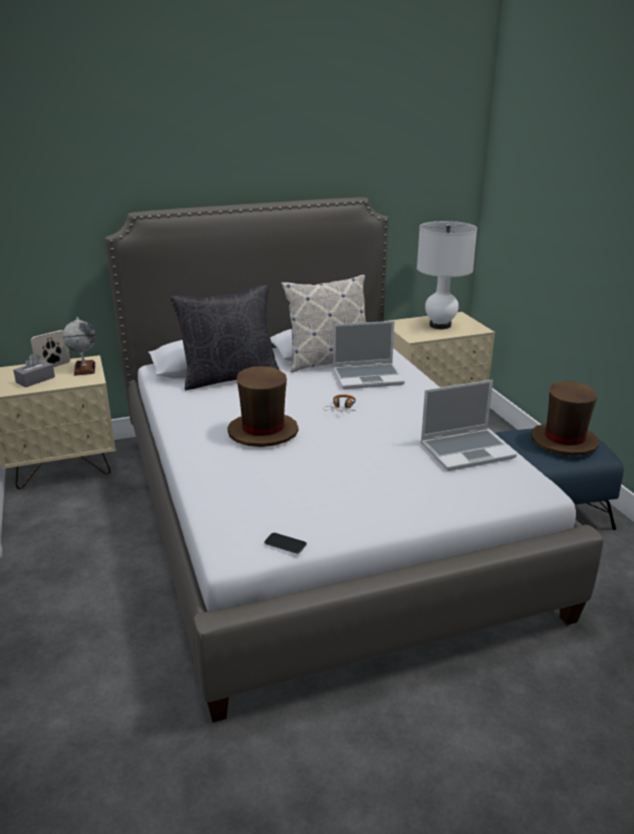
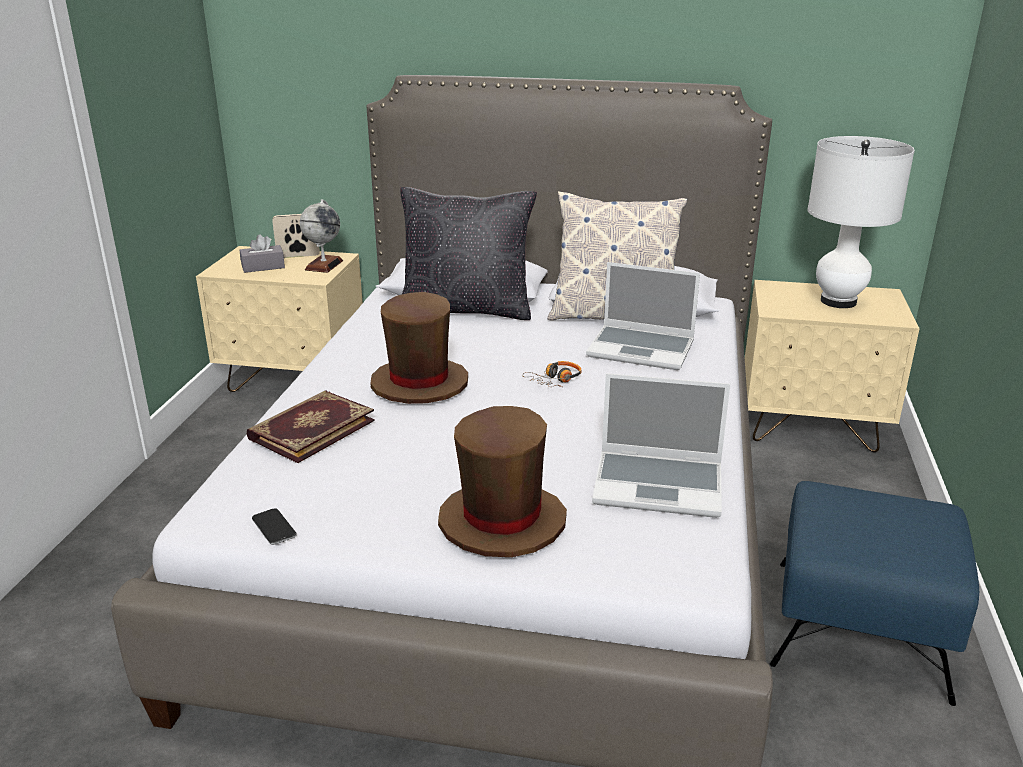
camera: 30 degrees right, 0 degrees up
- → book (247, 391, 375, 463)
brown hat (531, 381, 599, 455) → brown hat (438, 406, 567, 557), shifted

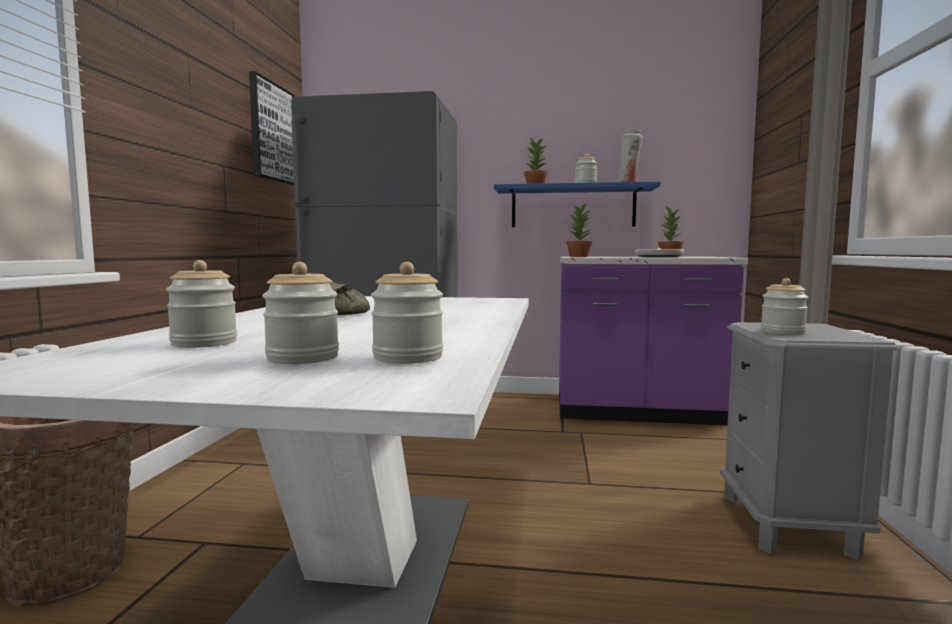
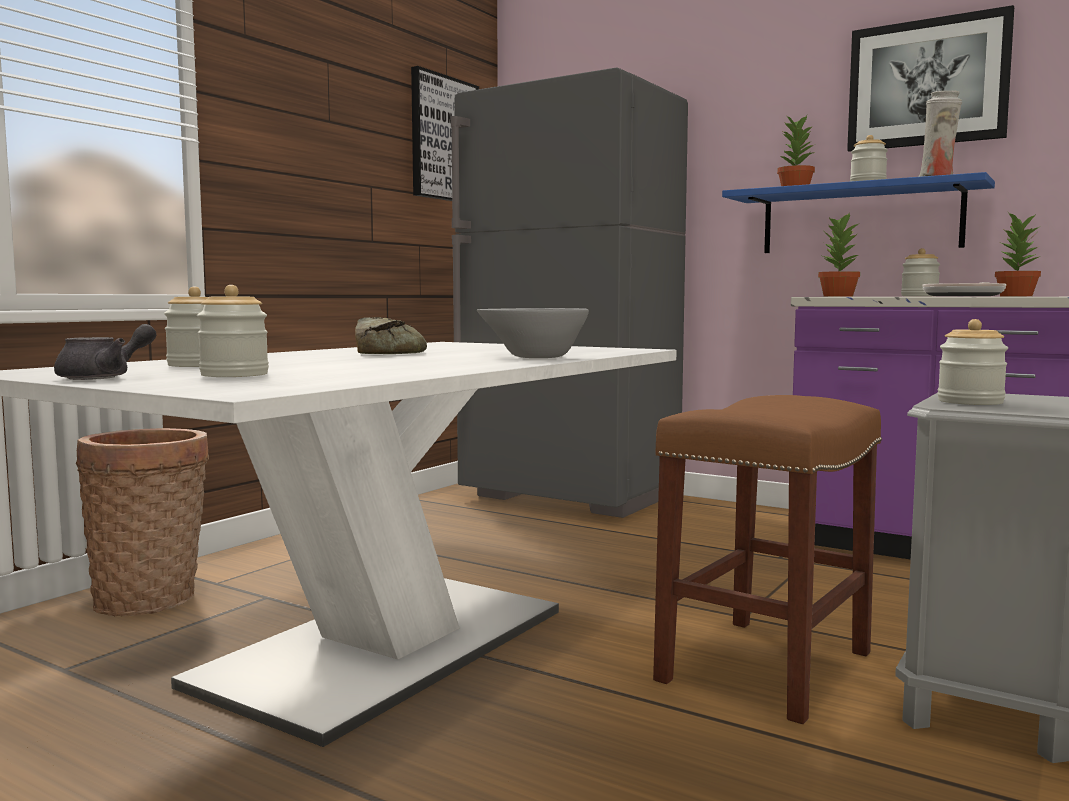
camera: 25 degrees right, 0 degrees up
- → grey teapot (54, 324, 157, 380)
- → grey bowl (477, 308, 589, 358)
- → brown stool (653, 395, 882, 724)
- → picture (847, 5, 1014, 152)
jar (371, 262, 443, 364) → jar (901, 248, 940, 296), shifted

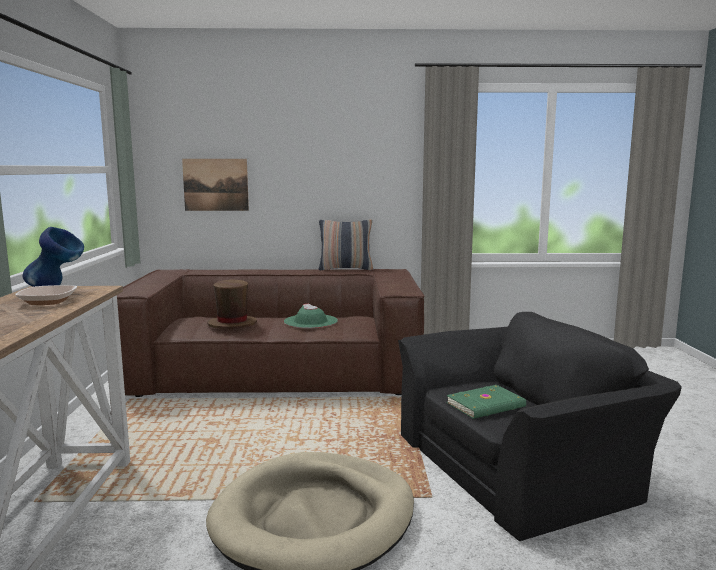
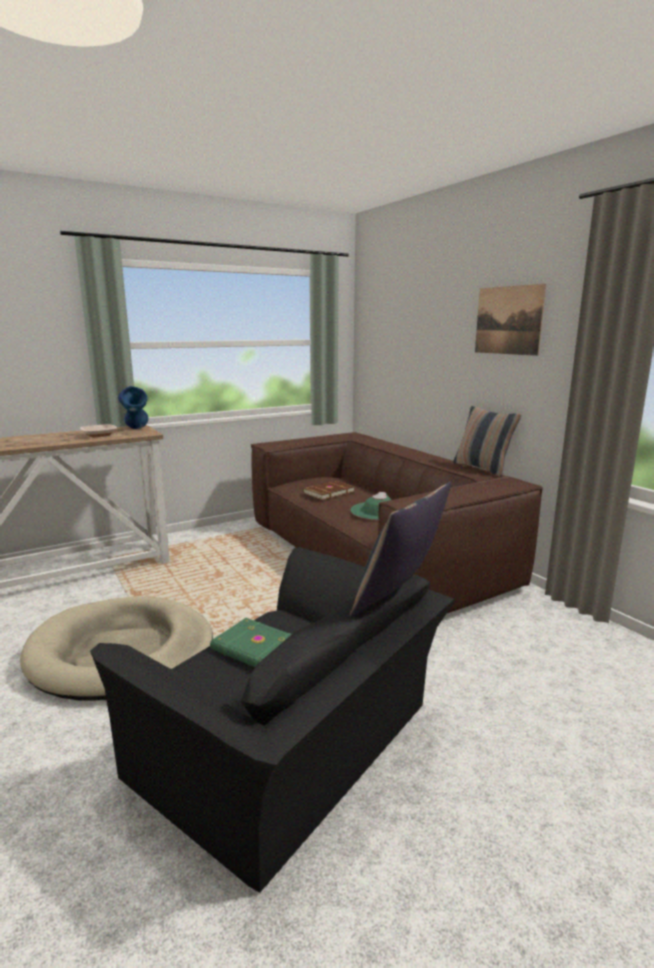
camera: 60 degrees right, 5 degrees up
brown hat (207, 279, 257, 329) → brown book (303, 481, 355, 500)
- → pillow (350, 482, 451, 618)
picture (182, 159, 249, 211) → picture (475, 284, 546, 356), shifted

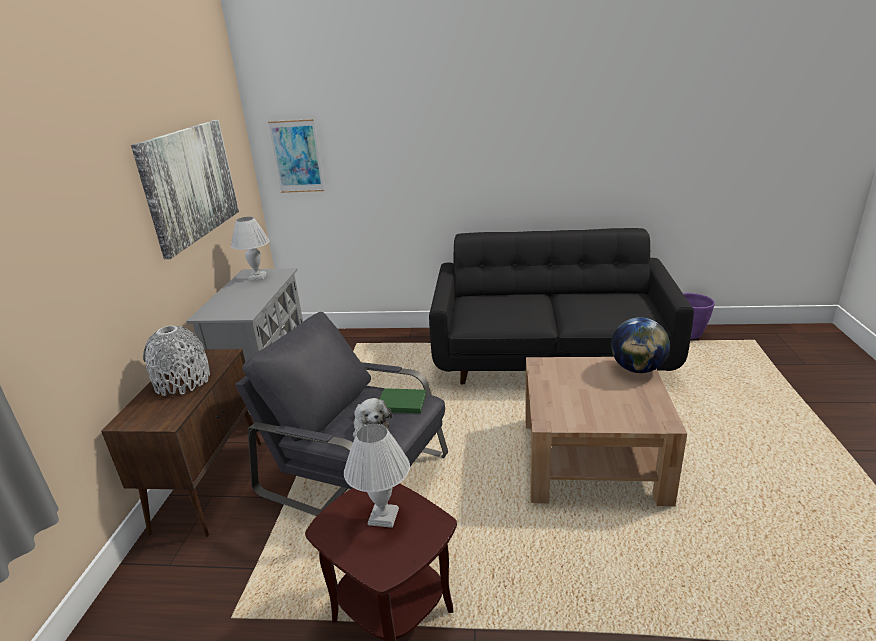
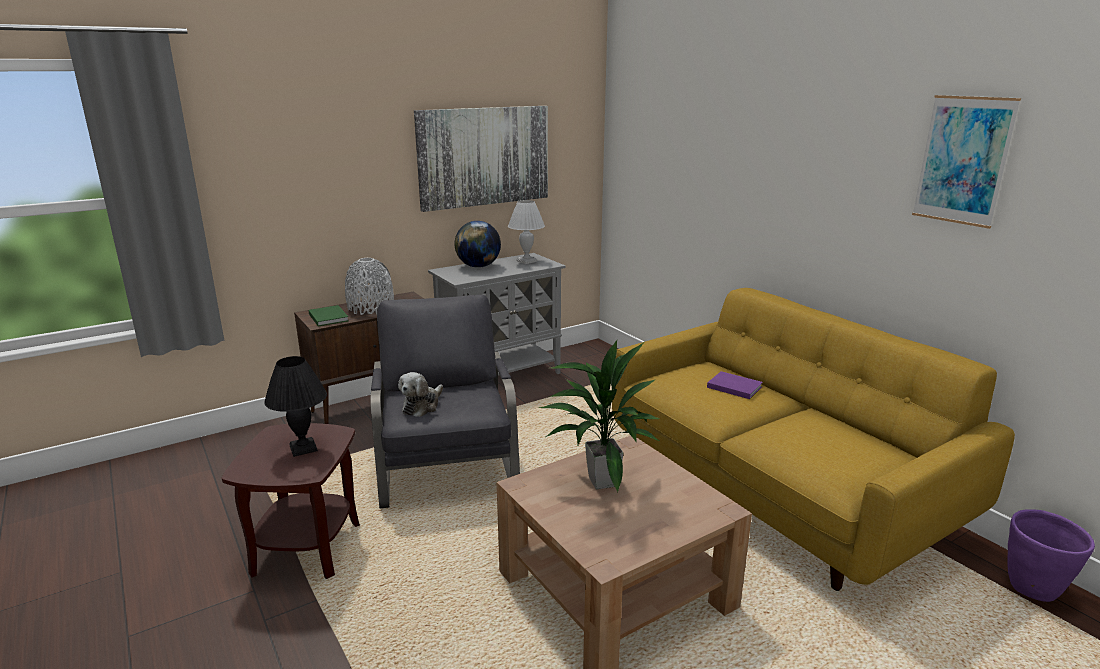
camera: 50 degrees right, 5 degrees down
white table lamp (344, 424, 410, 528) → black table lamp (264, 356, 327, 457)
green book (380, 388, 426, 413) → green book (309, 305, 349, 326), shifted
globe (611, 317, 670, 373) → globe (454, 221, 501, 268), shifted
- → potted plant (539, 340, 659, 493)
black sofa (429, 228, 694, 385) → yellow sofa (612, 288, 1015, 591)
- → purple book (707, 371, 763, 399)
picture (268, 119, 324, 193) → picture (912, 95, 1021, 229), shifted

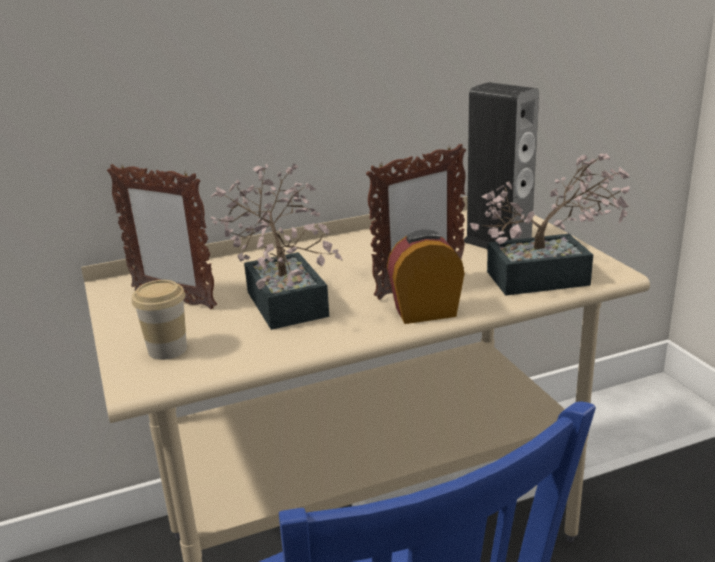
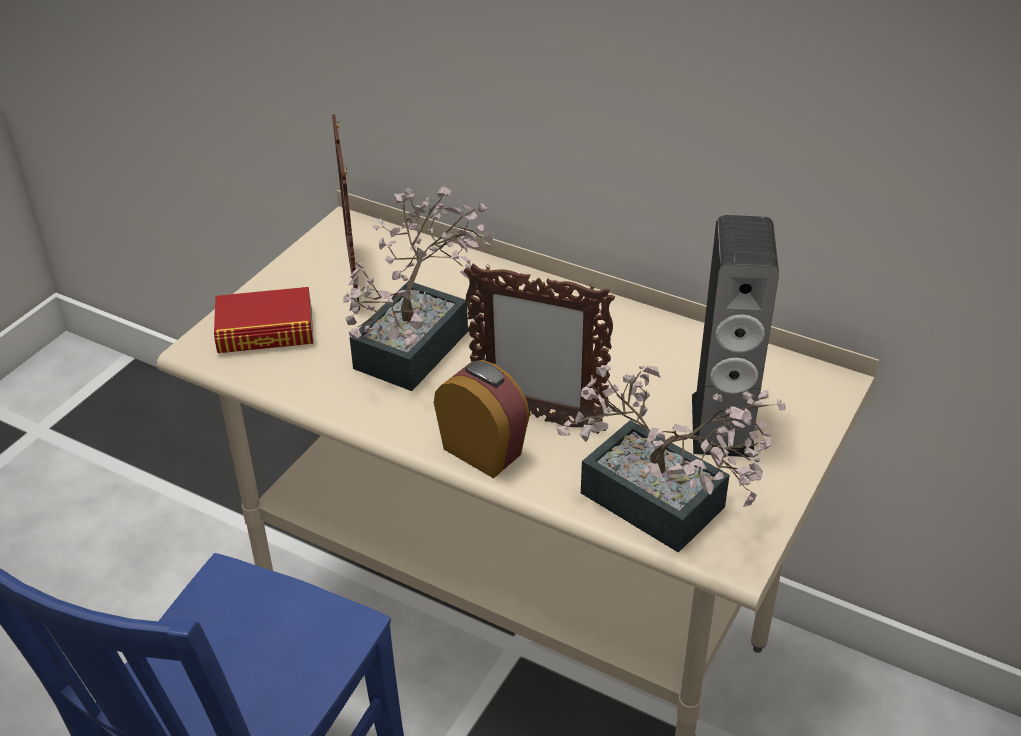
camera: 50 degrees right, 15 degrees up
cup (132, 280, 187, 360) → book (214, 287, 313, 353)

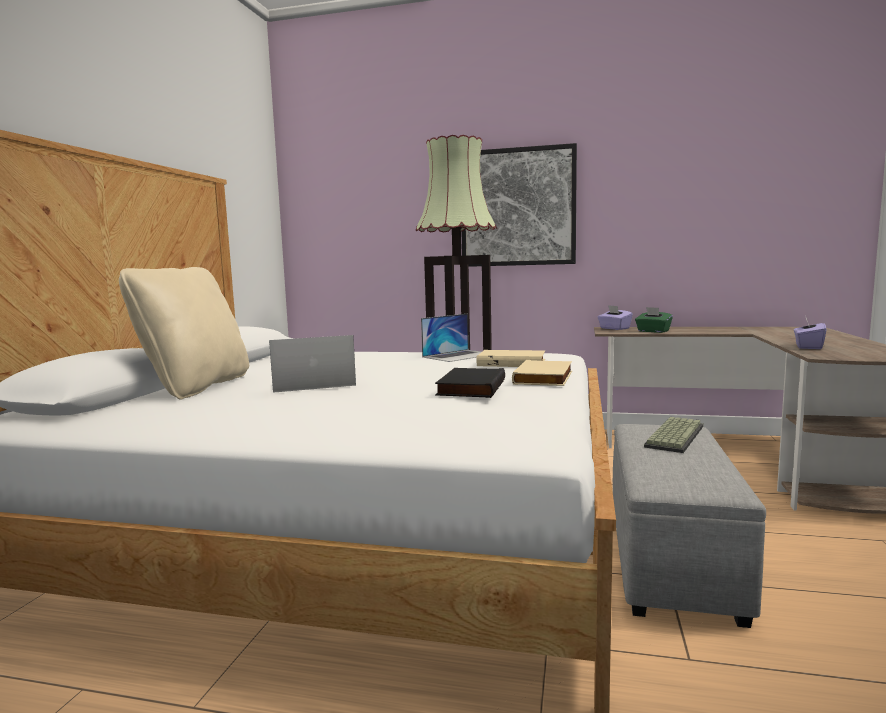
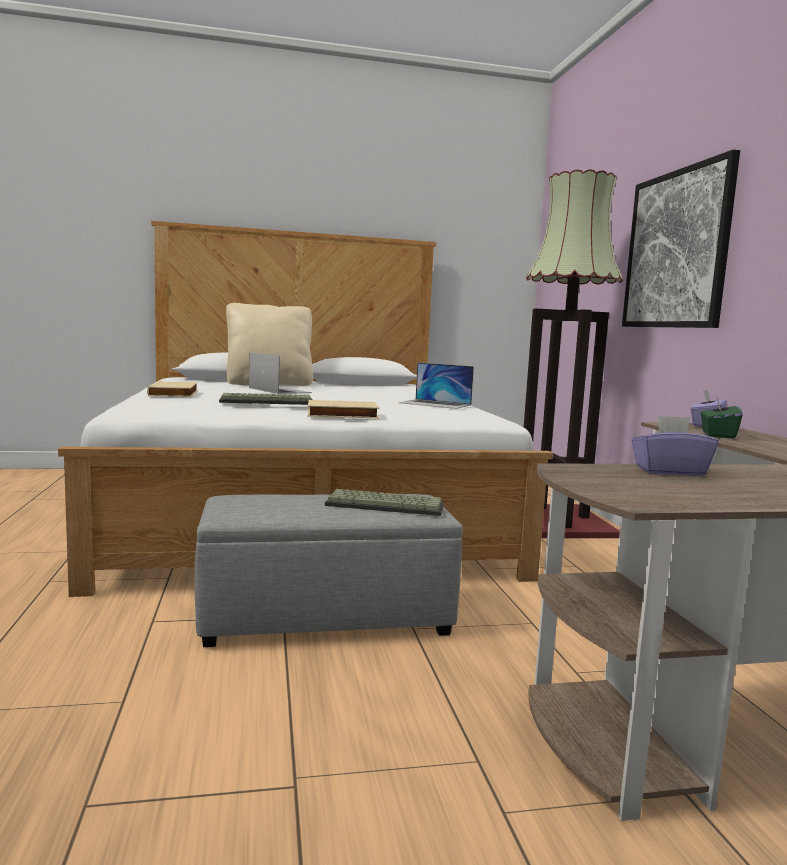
camera: 65 degrees right, 0 degrees up
beige book (477, 350, 545, 367) → beige book (147, 381, 198, 397), shifted
black book (435, 368, 505, 398) → keyboard (219, 393, 313, 405)

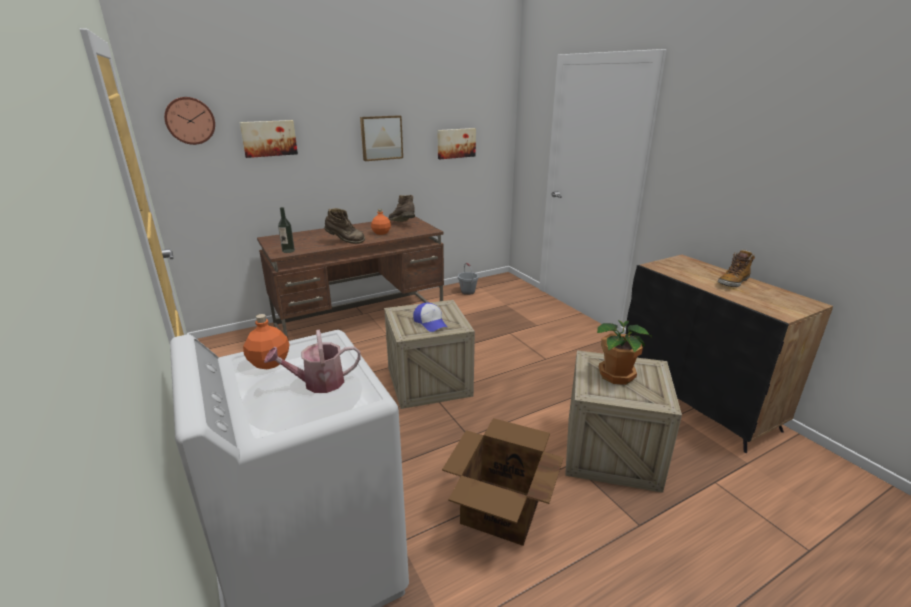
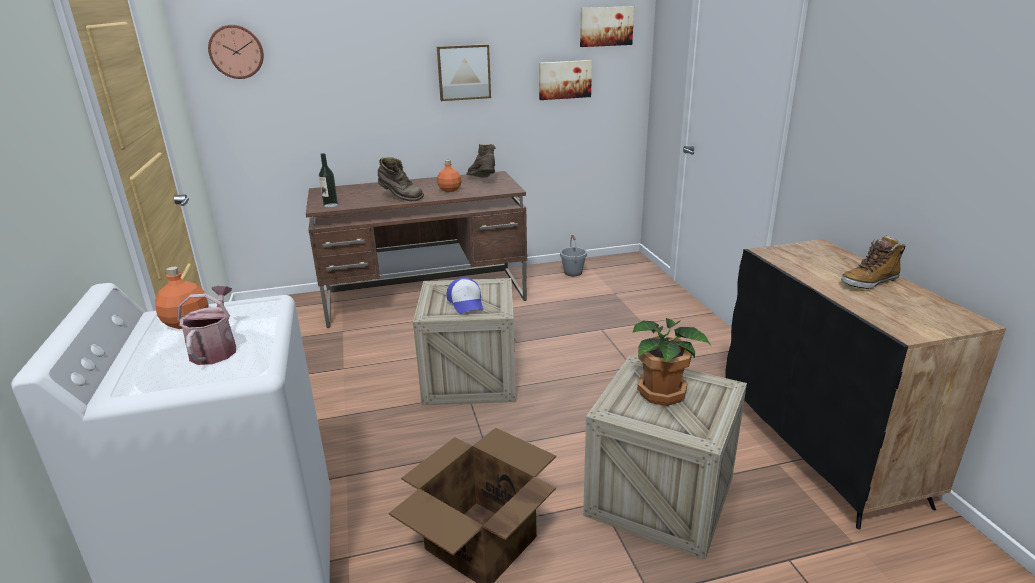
camera: 15 degrees right, 0 degrees up
watering can (264, 330, 361, 393) → watering can (177, 285, 236, 365), 90 degrees clockwise
picture (239, 120, 298, 158) → picture (580, 6, 634, 47), shifted

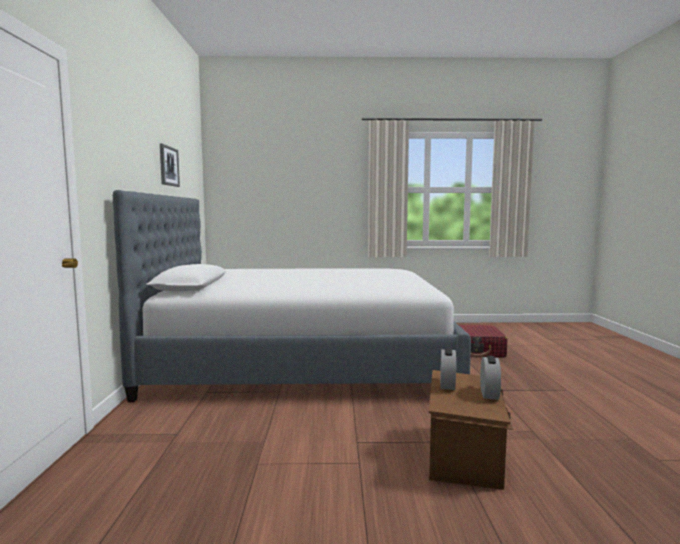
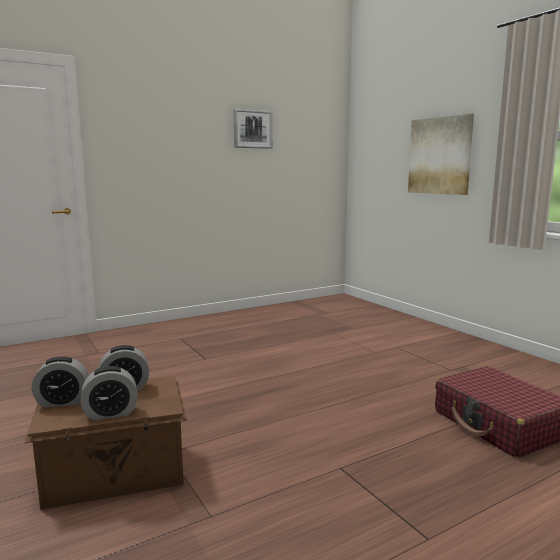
camera: 60 degrees right, 5 degrees up
- → alarm clock (32, 356, 89, 408)
- → picture (408, 113, 474, 195)
bed (113, 190, 471, 402) → -

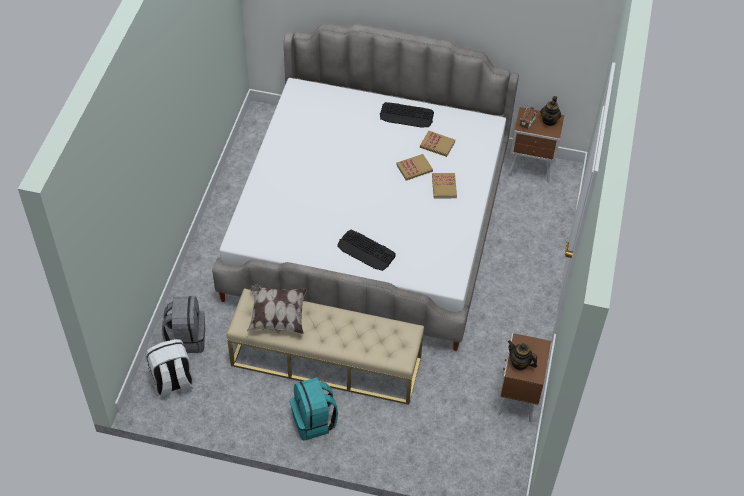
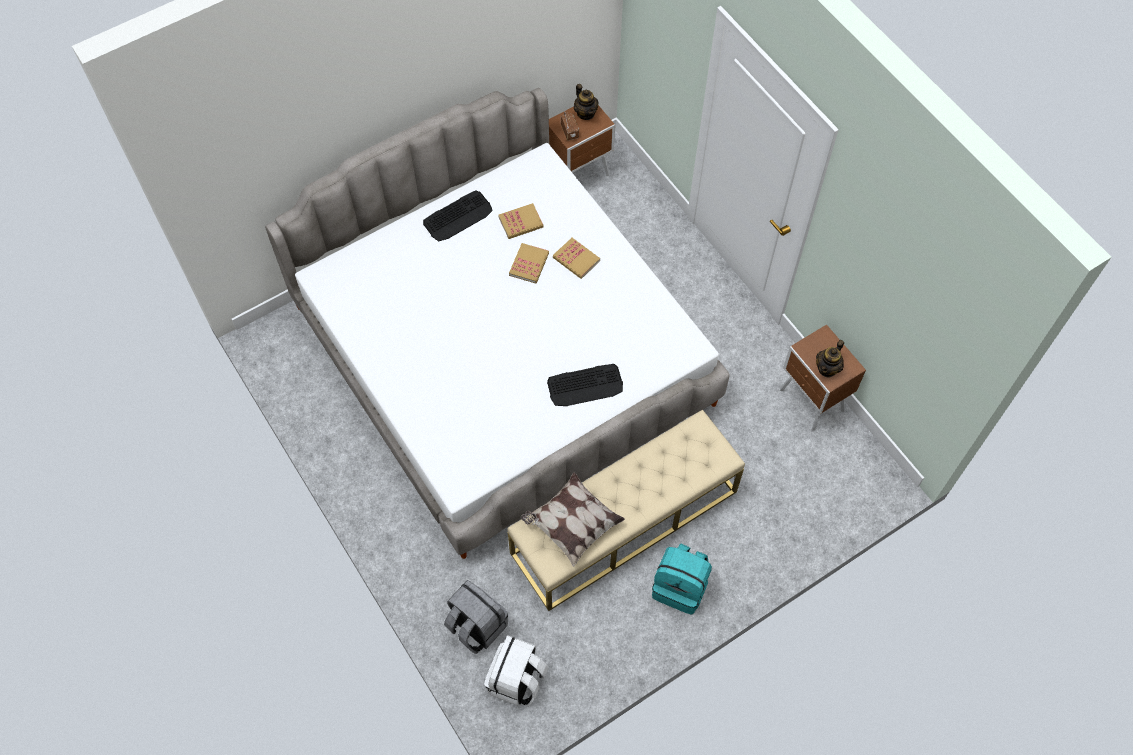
camera: 45 degrees left, 10 degrees up
teapot (508, 340, 537, 370) → teapot (816, 340, 844, 378), 45 degrees counterclockwise

